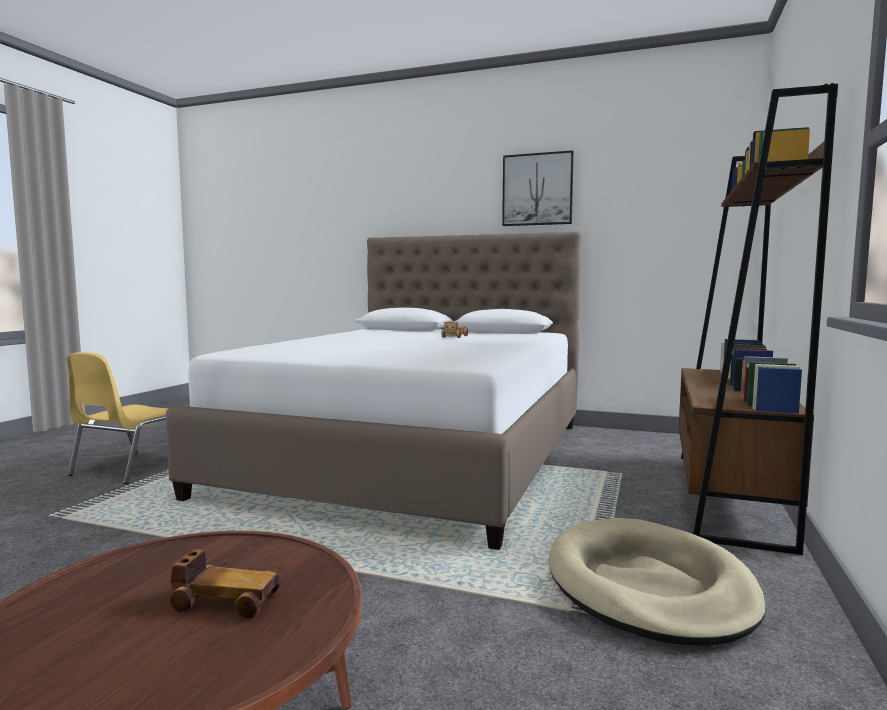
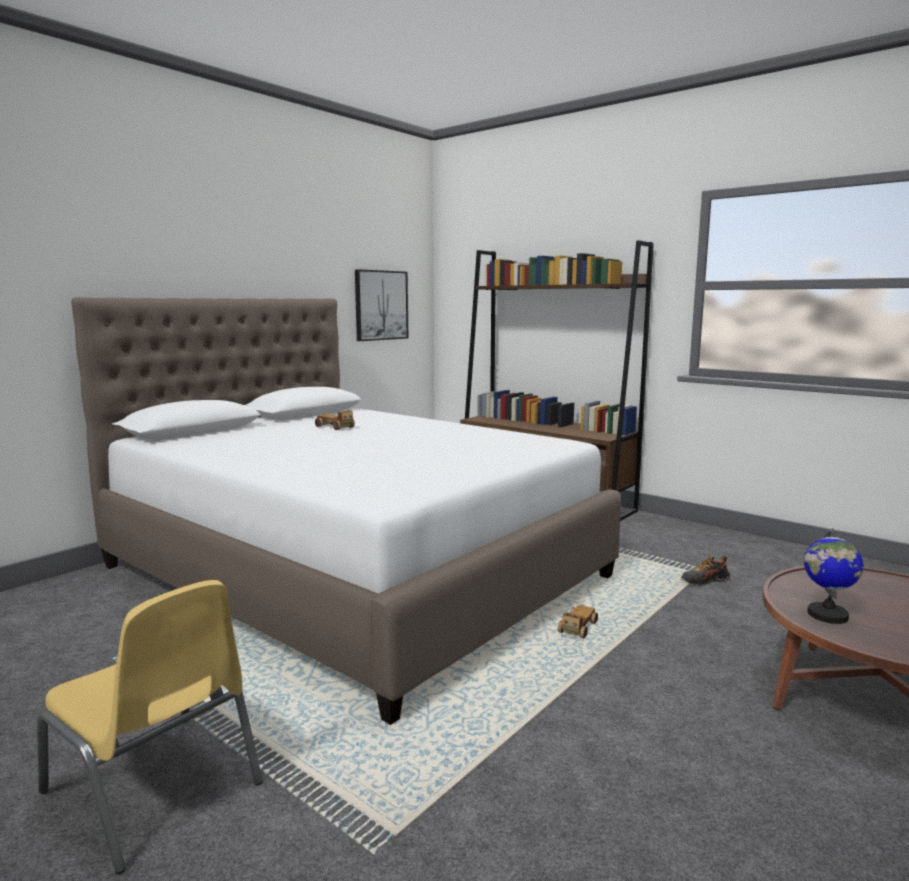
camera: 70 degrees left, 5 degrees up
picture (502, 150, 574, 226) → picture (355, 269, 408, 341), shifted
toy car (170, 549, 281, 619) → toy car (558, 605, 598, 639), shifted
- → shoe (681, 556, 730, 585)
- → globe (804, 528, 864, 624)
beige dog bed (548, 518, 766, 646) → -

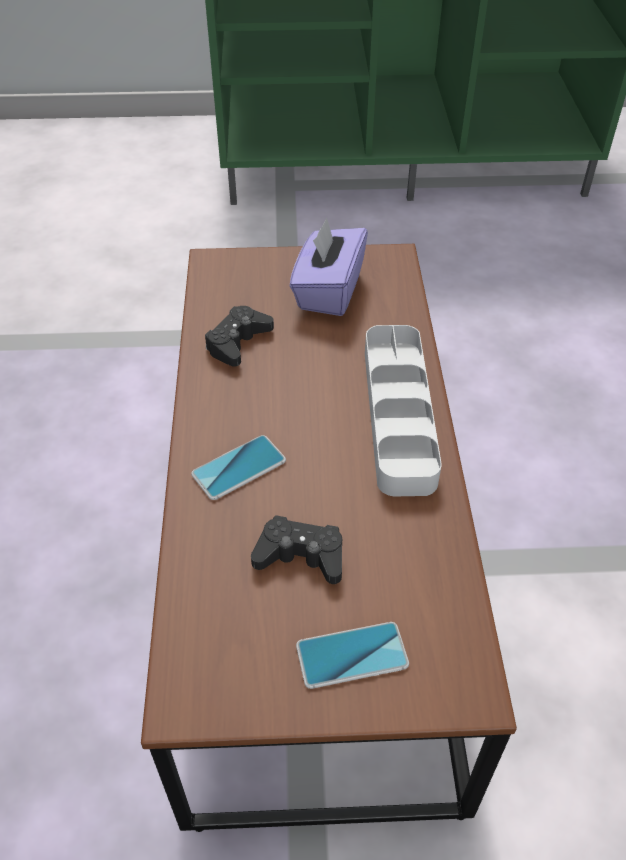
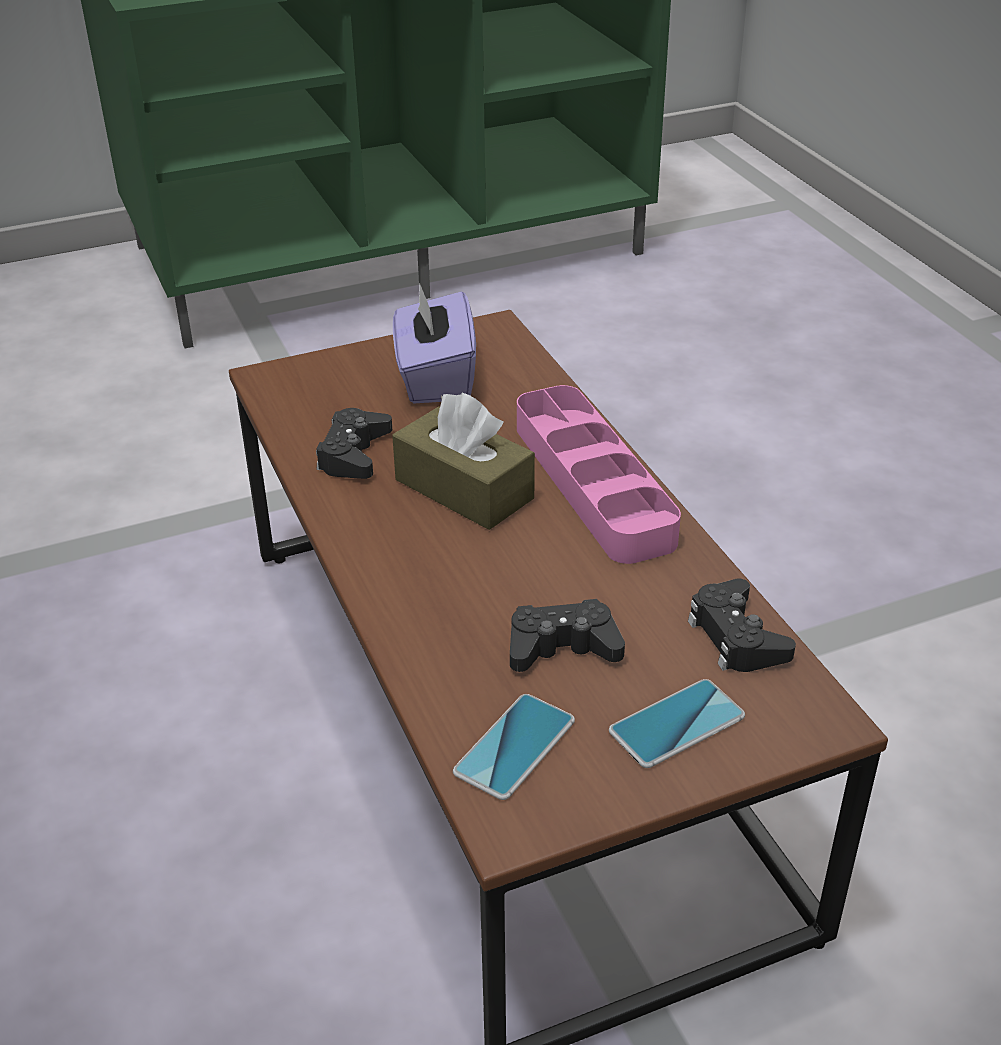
camera: 20 degrees left, 10 degrees down
- → brown tissue box (392, 393, 535, 530)
phone (191, 435, 286, 500) → phone (453, 694, 575, 800), shifted
grey tray (365, 325, 442, 496) → pink tray (517, 385, 681, 564)
- → black game controller (688, 579, 796, 672)

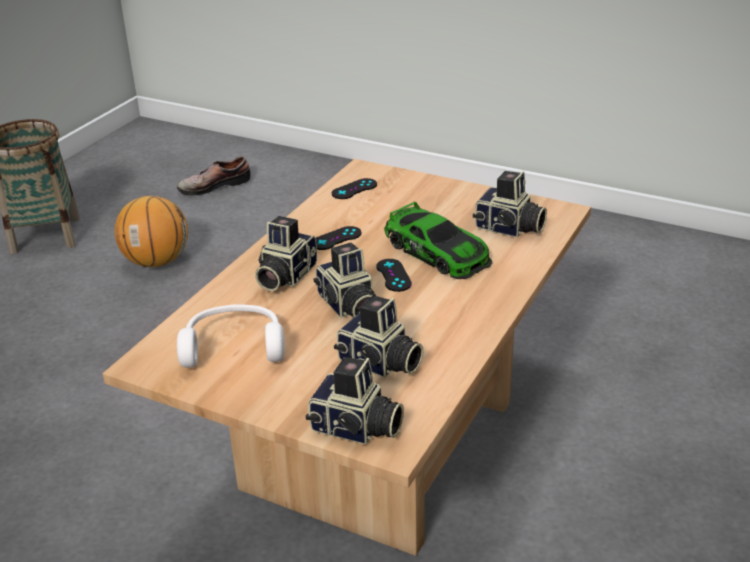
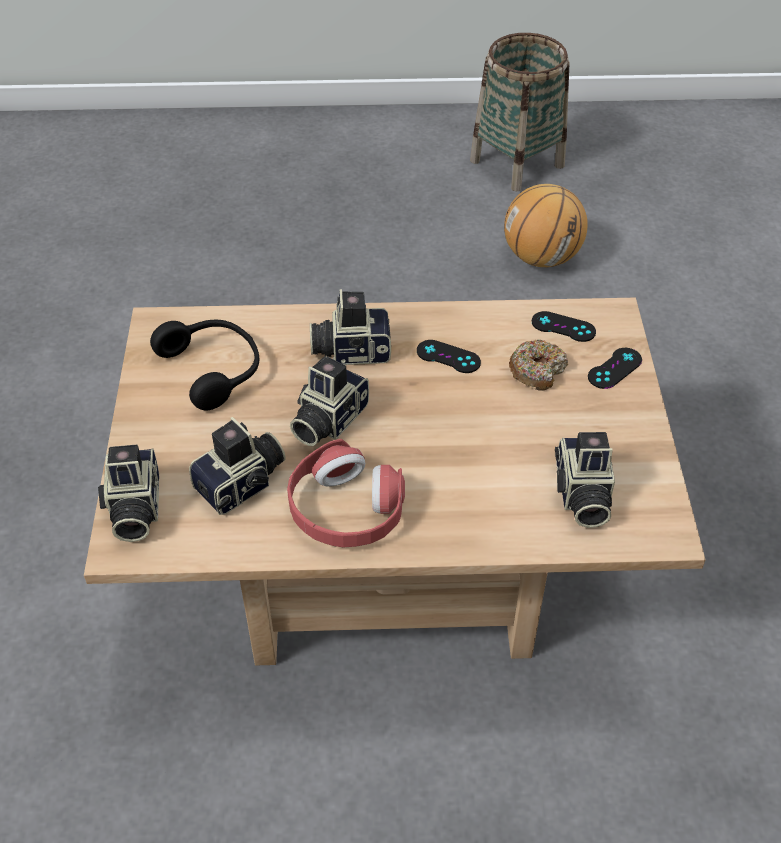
camera: 60 degrees right, 15 degrees up
white headphones (177, 304, 285, 368) → black headphones (150, 320, 259, 410)
photo camera (334, 295, 424, 378) → photo camera (189, 417, 286, 515), 135 degrees counterclockwise
- → red headphones (287, 439, 405, 548)
- → donut (509, 340, 568, 391)
black game controller (376, 259, 412, 292) → black game controller (588, 348, 642, 389), shifted
shoe (177, 156, 251, 196) → -
toy car (384, 202, 492, 279) → -

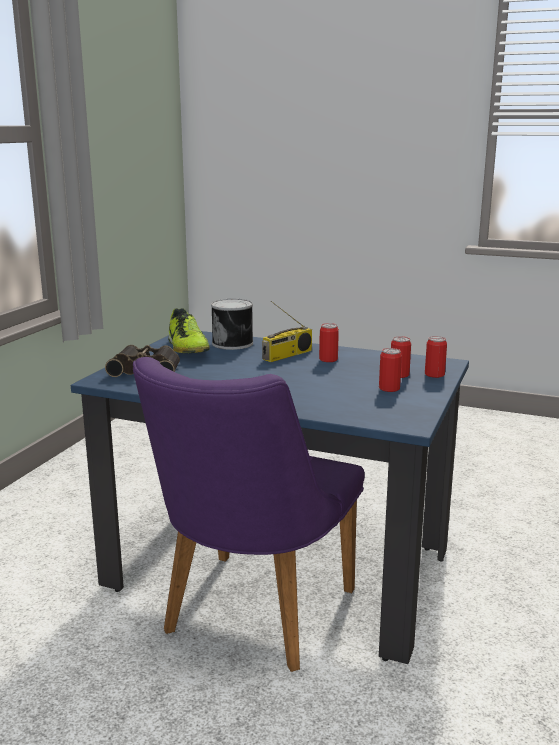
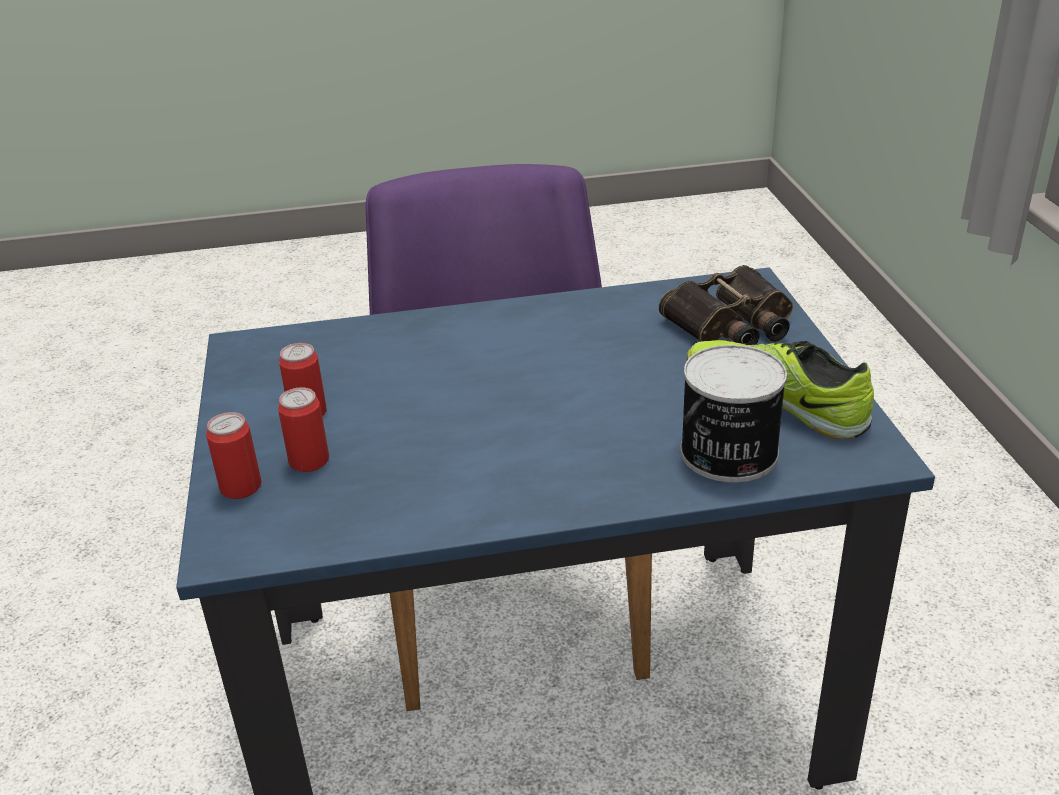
camera: 150 degrees right, 15 degrees up
radio (262, 301, 312, 362) → -
can (319, 323, 339, 362) → -

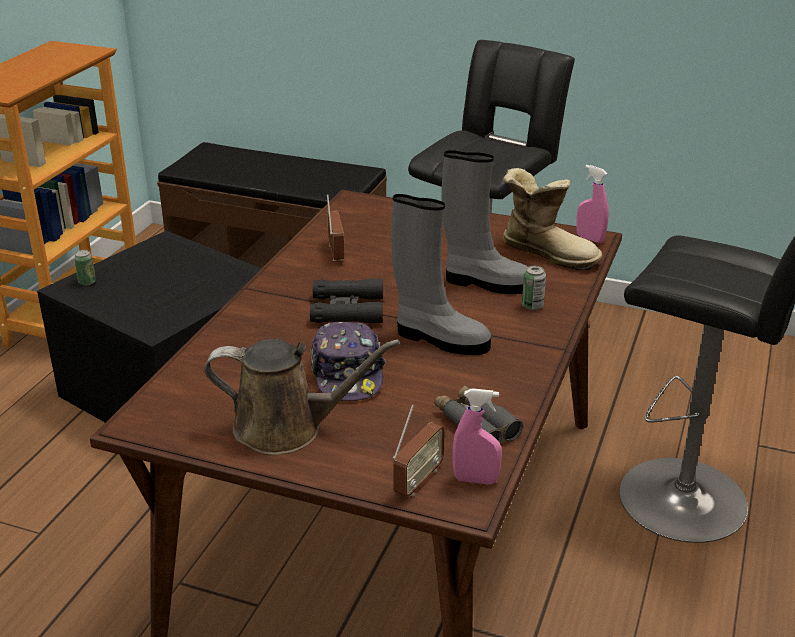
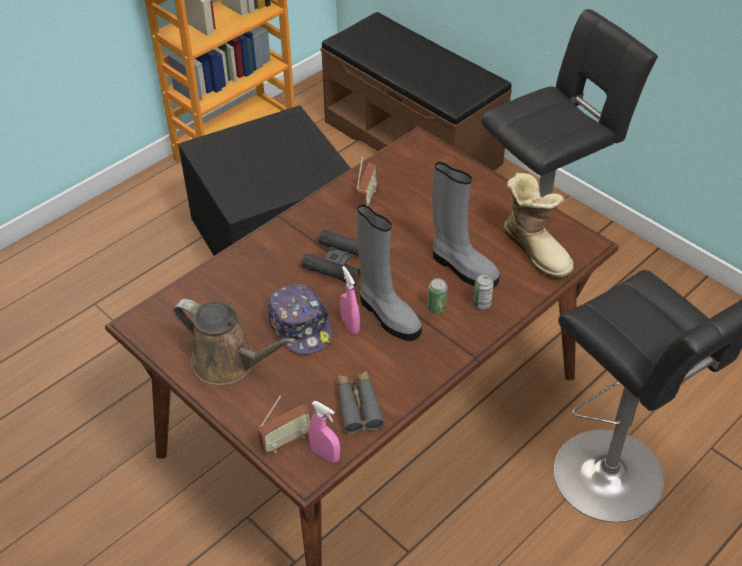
camera: 25 degrees right, 15 degrees up
cap (310, 322, 386, 401) → cap (267, 284, 333, 355), 45 degrees counterclockwise
pink spray bottle (576, 165, 609, 243) → pink spray bottle (340, 266, 360, 335), shifted
can (74, 250, 96, 286) → can (428, 278, 447, 313), shifted

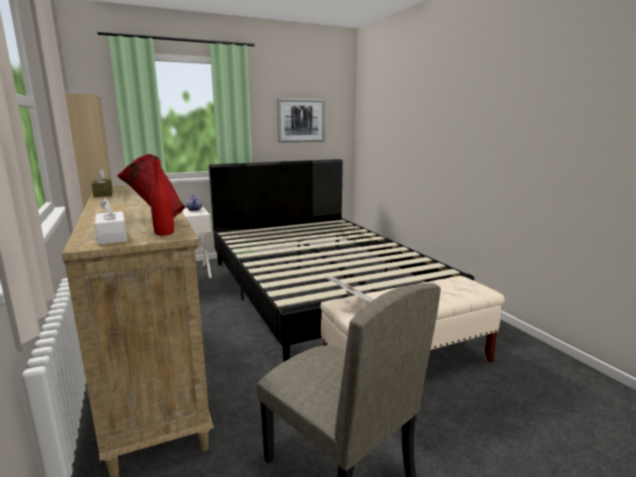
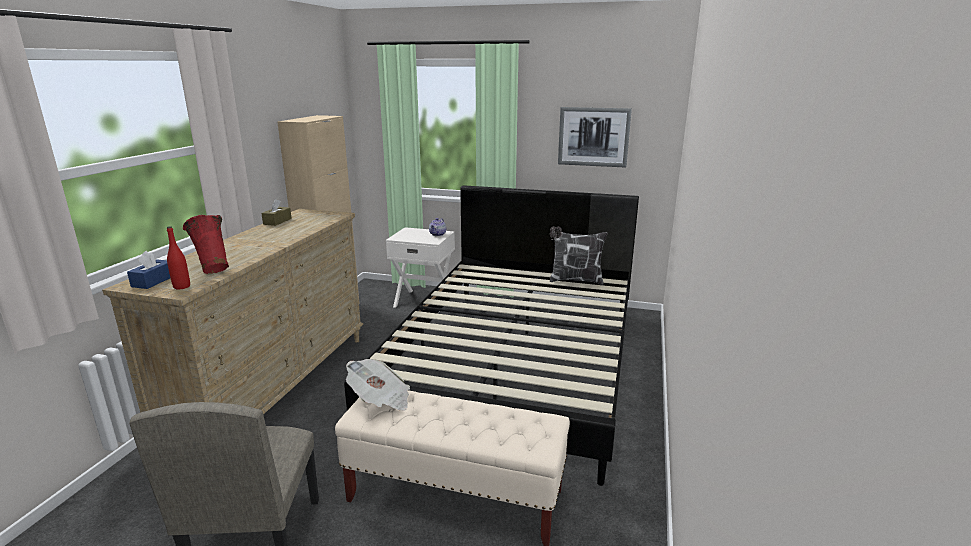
camera: 40 degrees right, 5 degrees up
white tissue box (95, 197, 127, 245) → blue tissue box (127, 251, 170, 289)
- → pillow (550, 226, 607, 285)

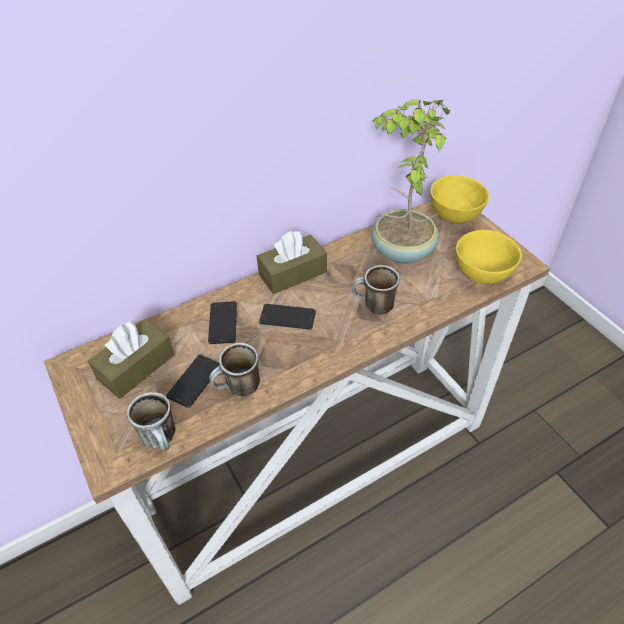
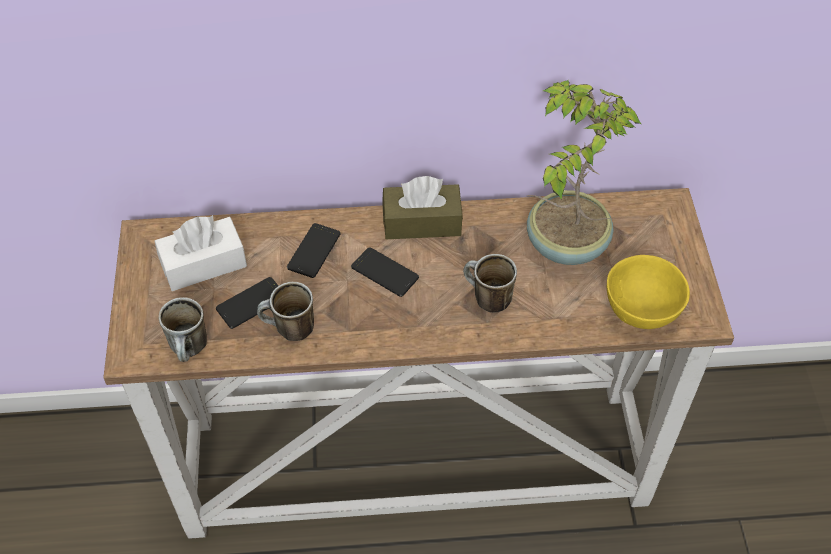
camera: 25 degrees right, 5 degrees up
brown tissue box (88, 319, 175, 399) → white tissue box (155, 215, 247, 291)
yellow bowl (430, 175, 489, 224) → -

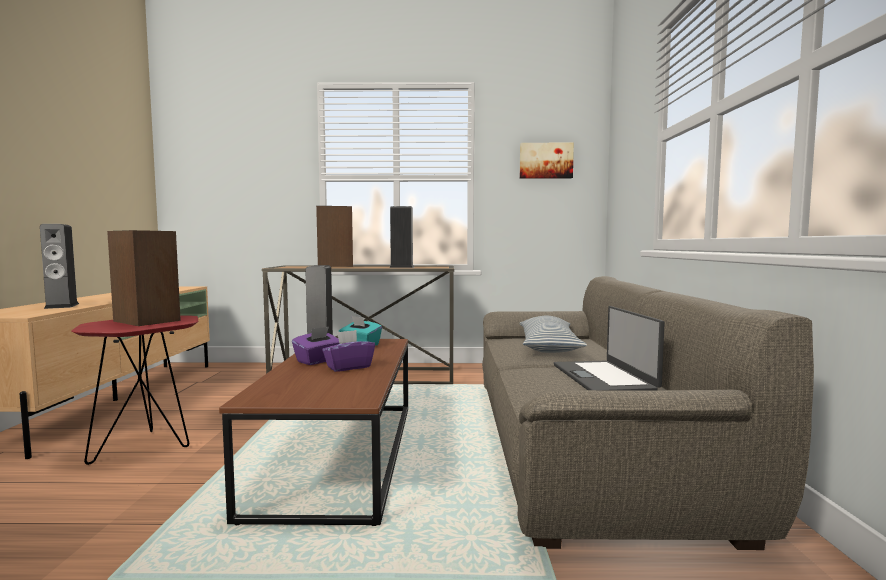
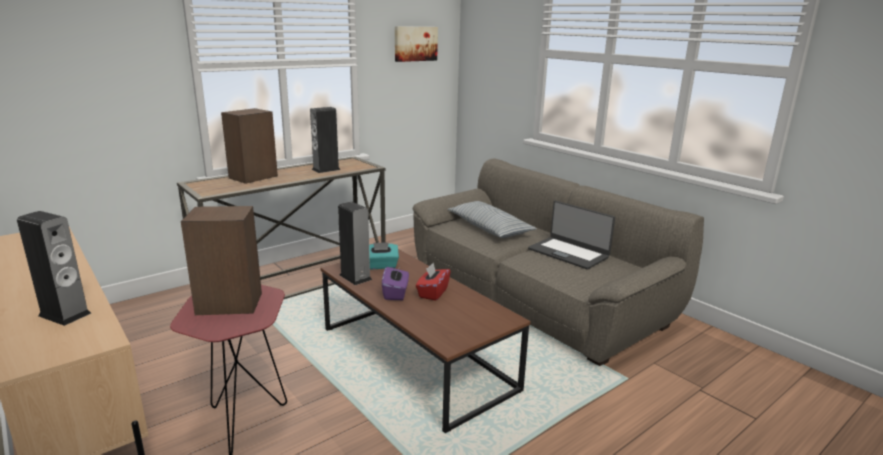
camera: 40 degrees left, 15 degrees up
purple tissue box (322, 330, 375, 372) → red tissue box (416, 263, 451, 301)

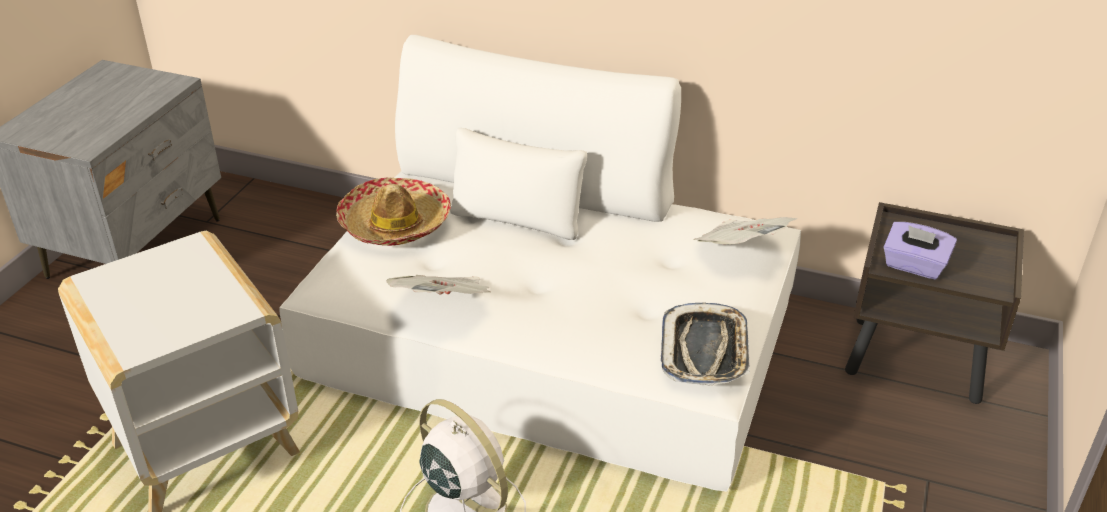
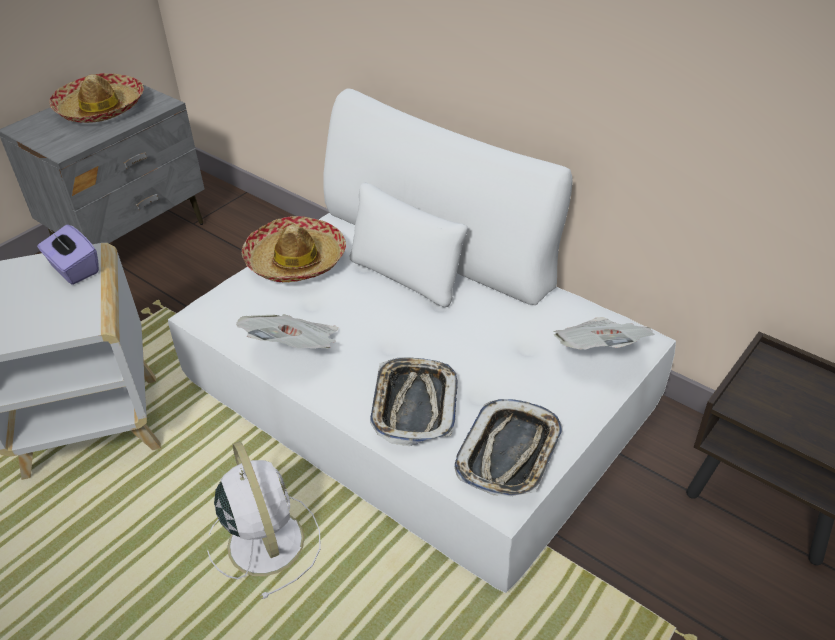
camera: 20 degrees right, 5 degrees up
purple tissue box (884, 222, 957, 280) → purple tissue box (37, 225, 99, 285), shifted
- → hat (49, 73, 144, 123)
- → tray (370, 357, 458, 446)

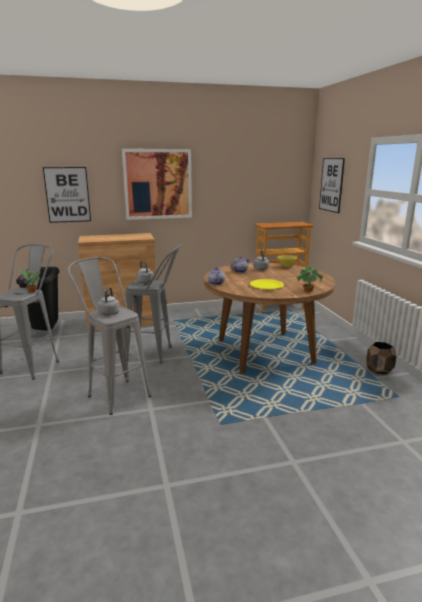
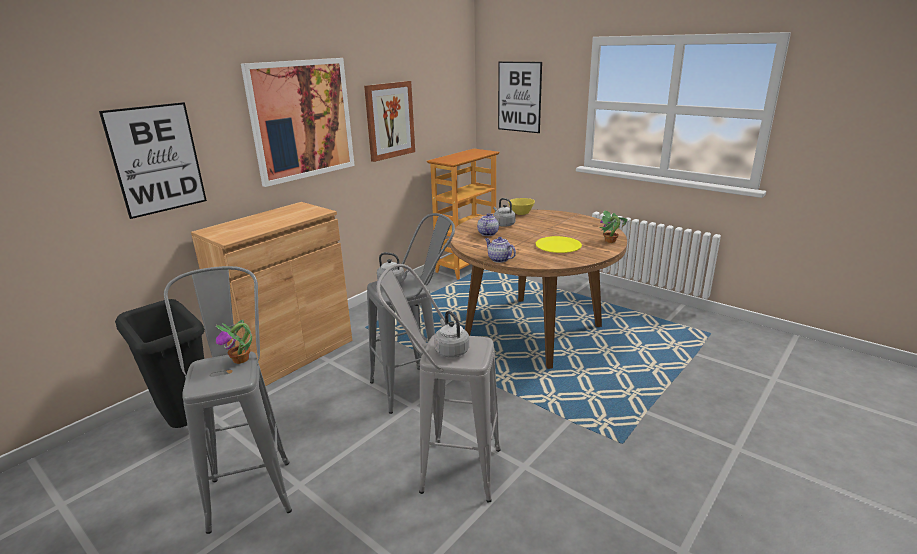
camera: 35 degrees left, 5 degrees up
- → picture (364, 81, 415, 162)
brown planter (366, 342, 396, 374) → -

